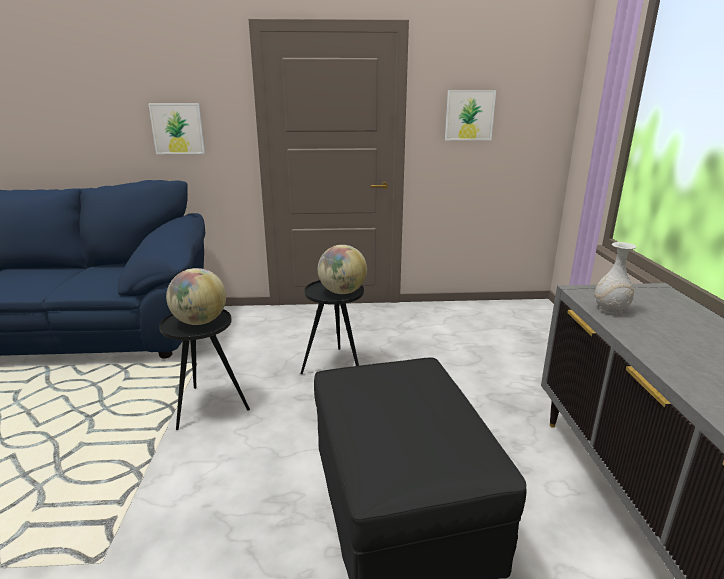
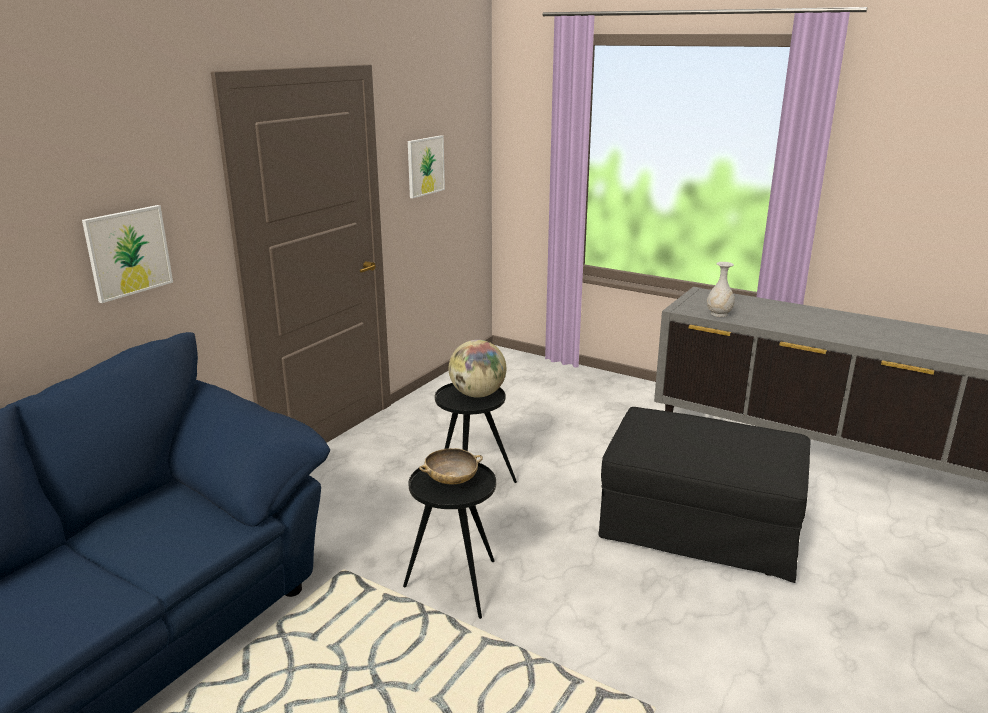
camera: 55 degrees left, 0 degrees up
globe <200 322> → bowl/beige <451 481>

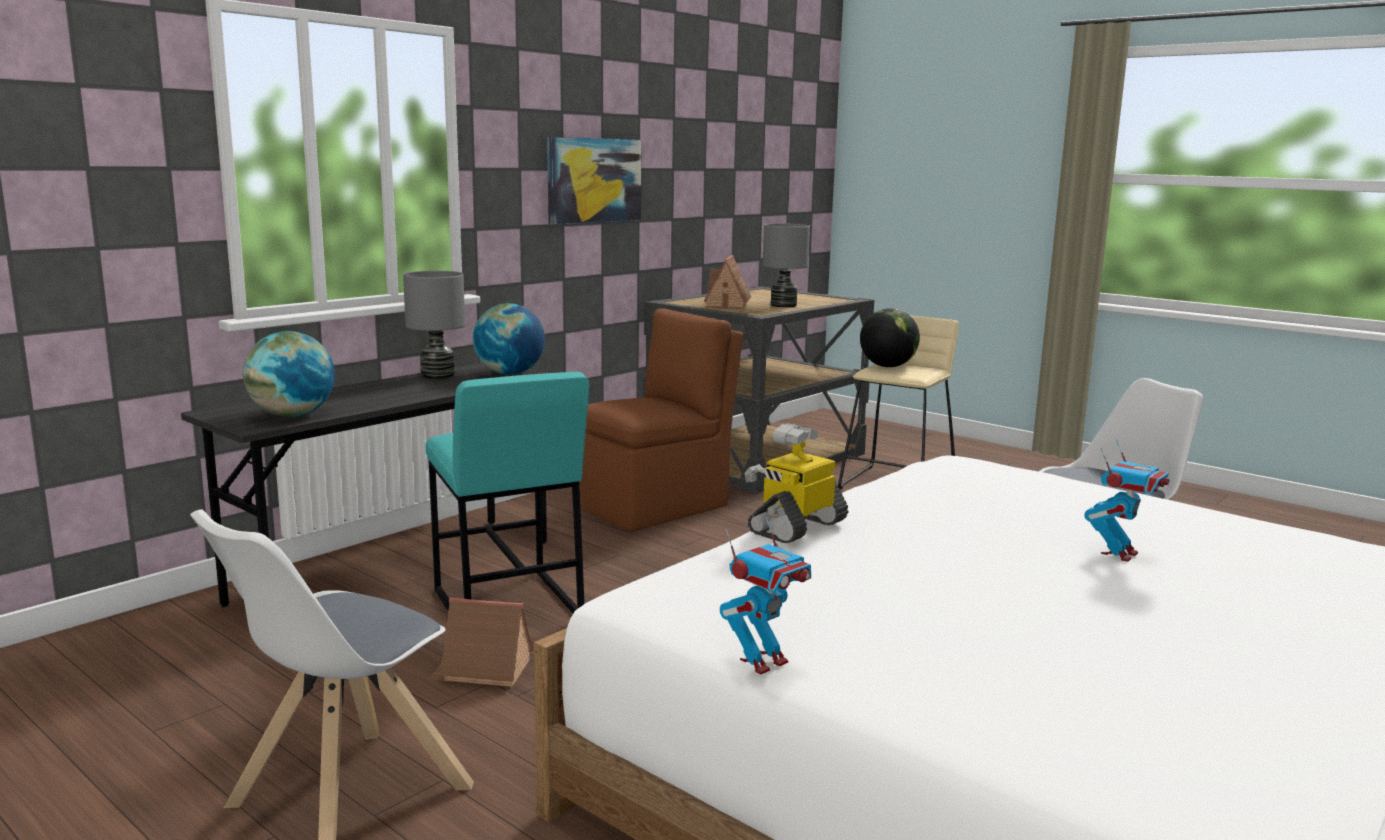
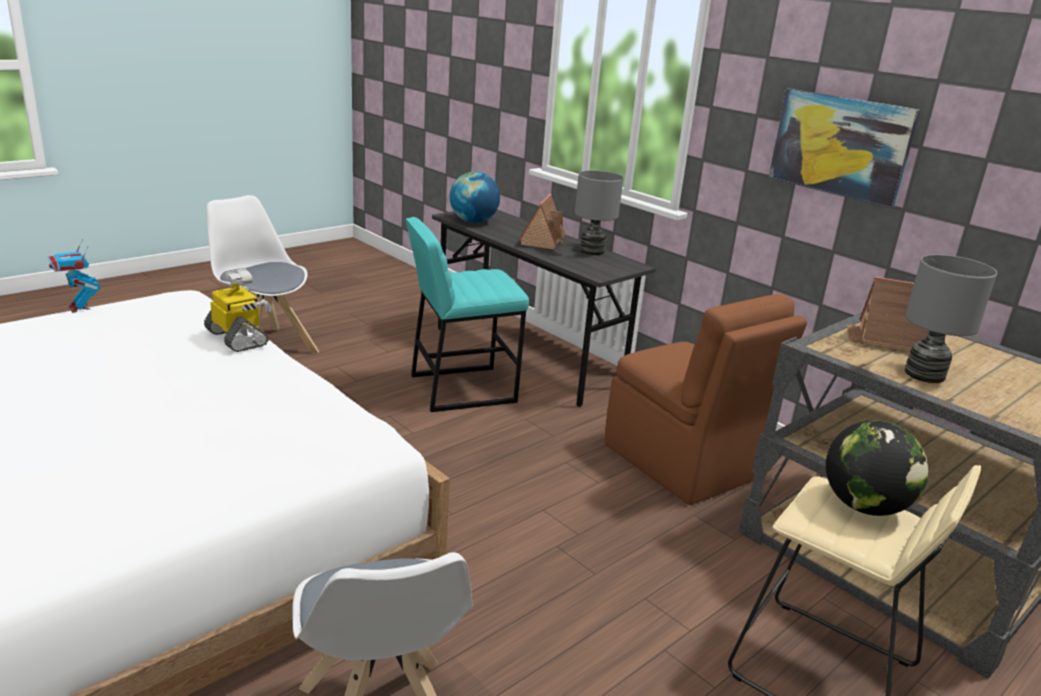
camera: 95 degrees right, 10 degrees up
toy house <482 670> → toy house <542 241>, relocated
globe <510 374> → -
toy robot <1119 554> → -

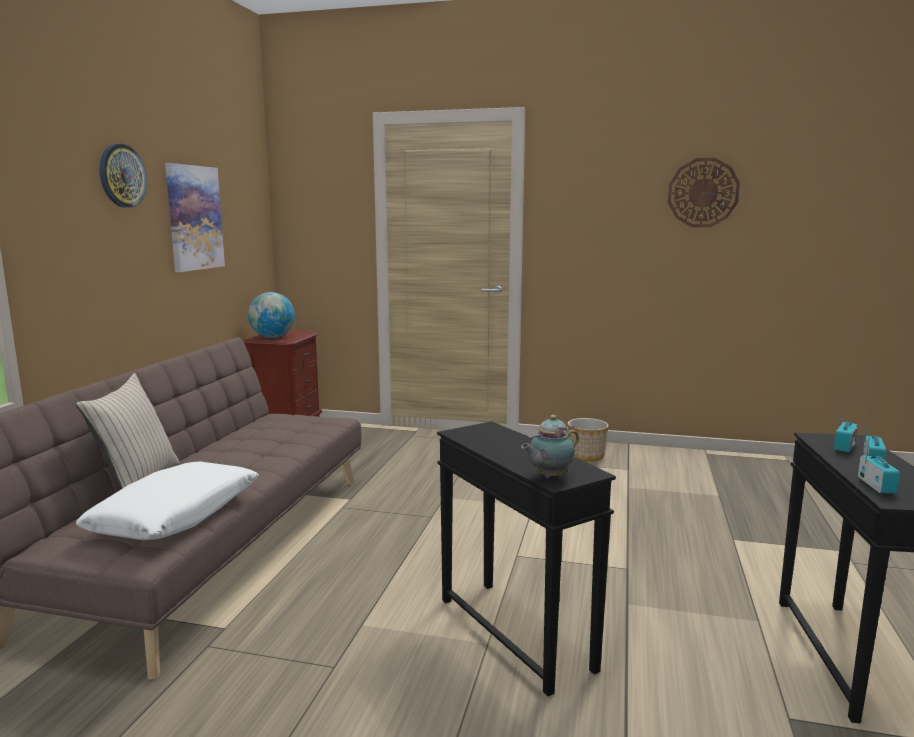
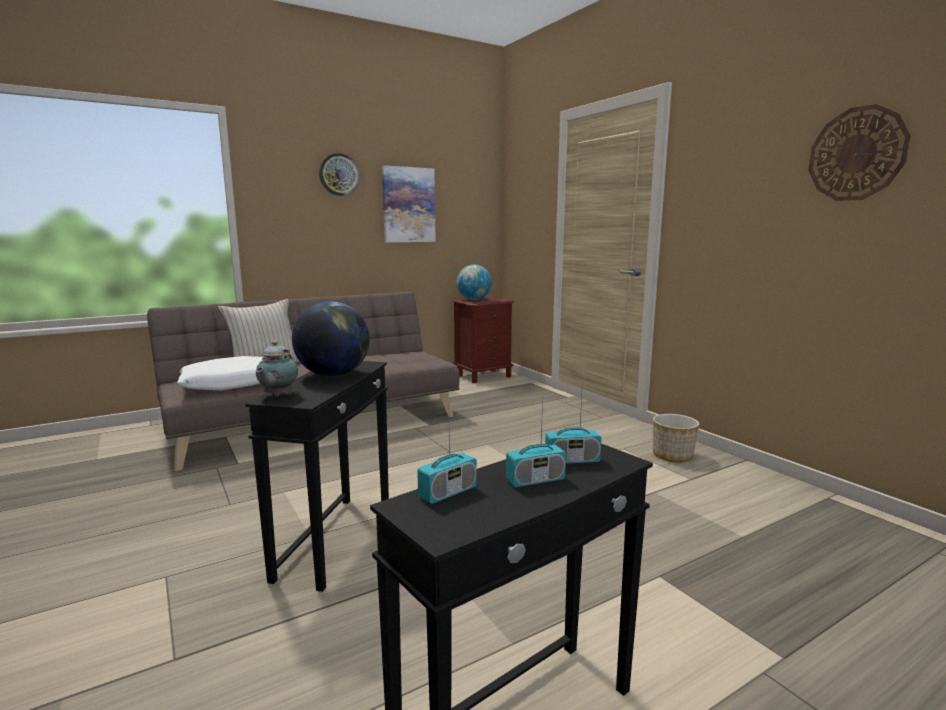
camera: 45 degrees right, 0 degrees up
teapot <549 477> → teapot <277 396>, 90 degrees counterclockwise
- → globe <333 375>

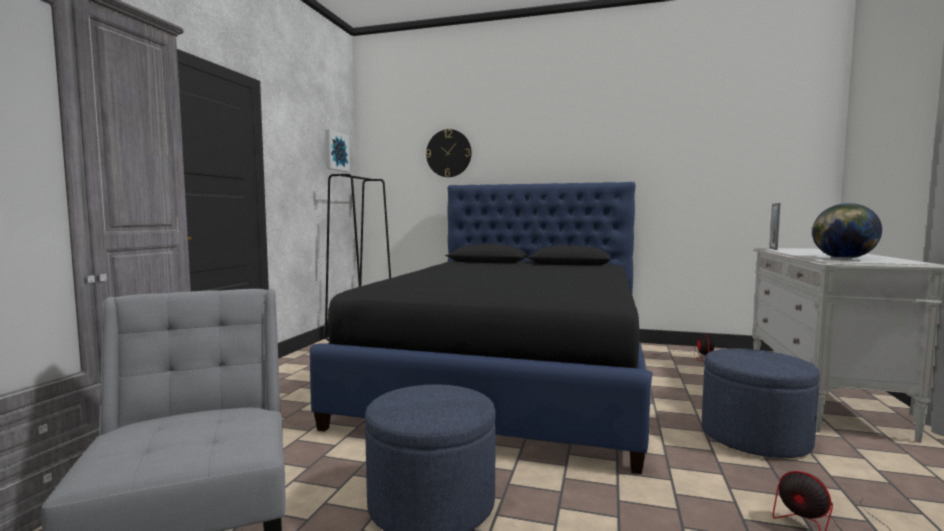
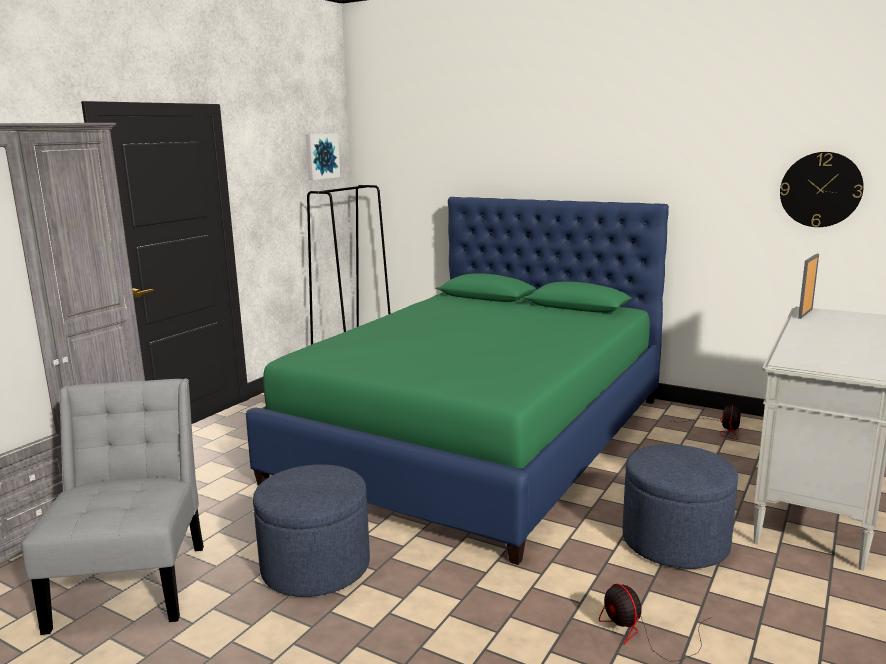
camera: 15 degrees right, 10 degrees up
bed/black <511 375> → bed/green <479 438>
wall clock <448 153> → wall clock <820 189>, relocated
globe <843 258> → -

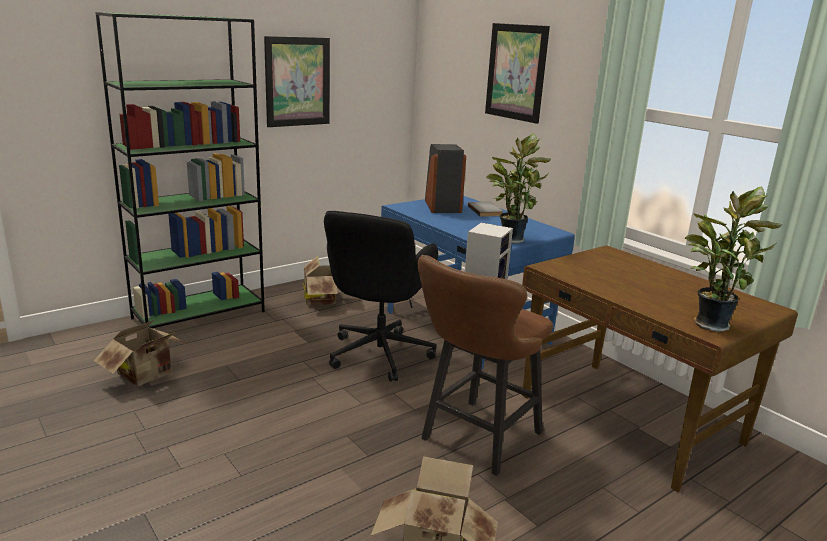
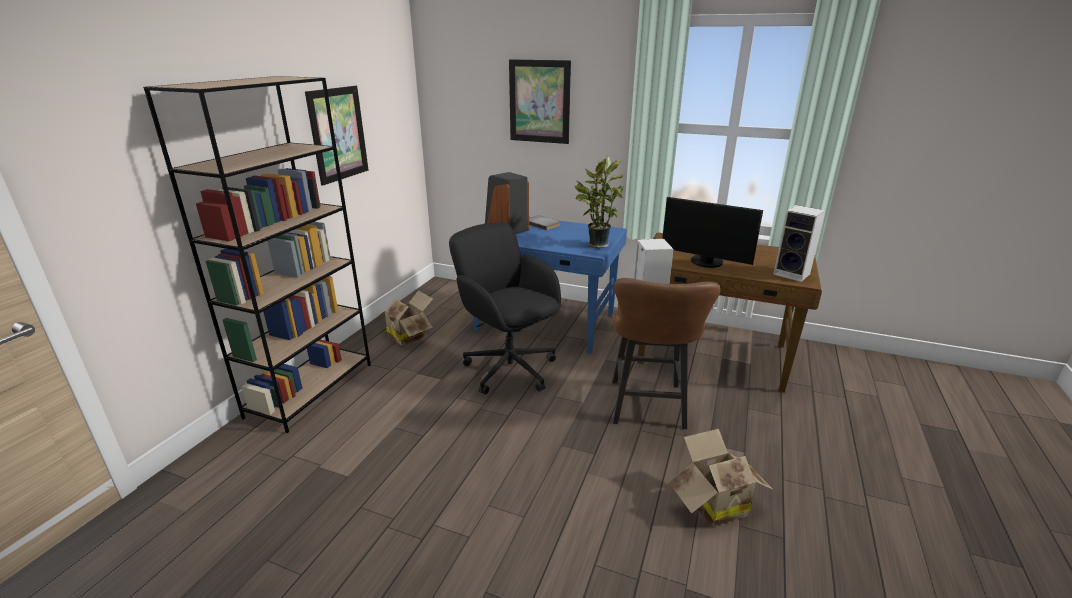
camera: 30 degrees left, 5 degrees up
bookcase/green <199 314> → bookcase/beige <311 389>
office chair/black <379 355> → office chair/black <509 369>, 150 degrees clockwise
- → monitor <706 263>
potted plant <709 323> → speaker <793 274>
cardboard box <148 375> → -

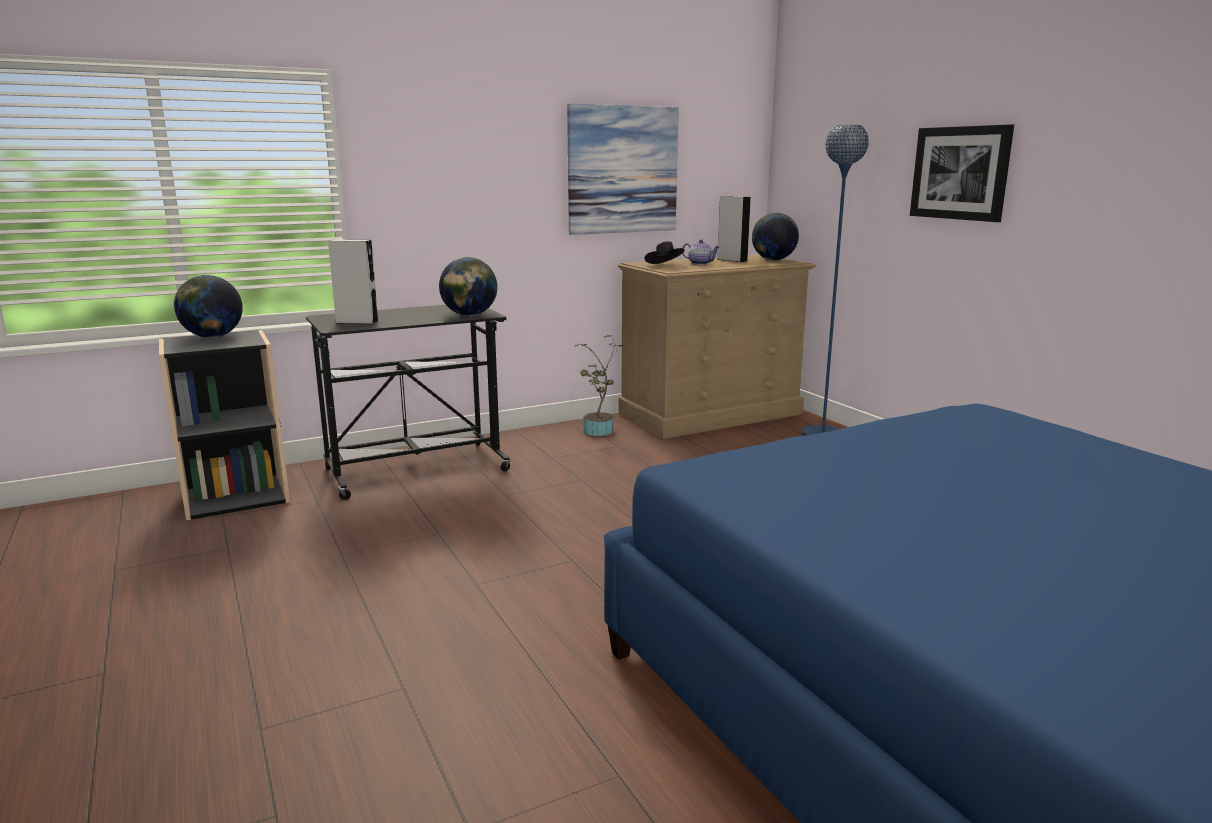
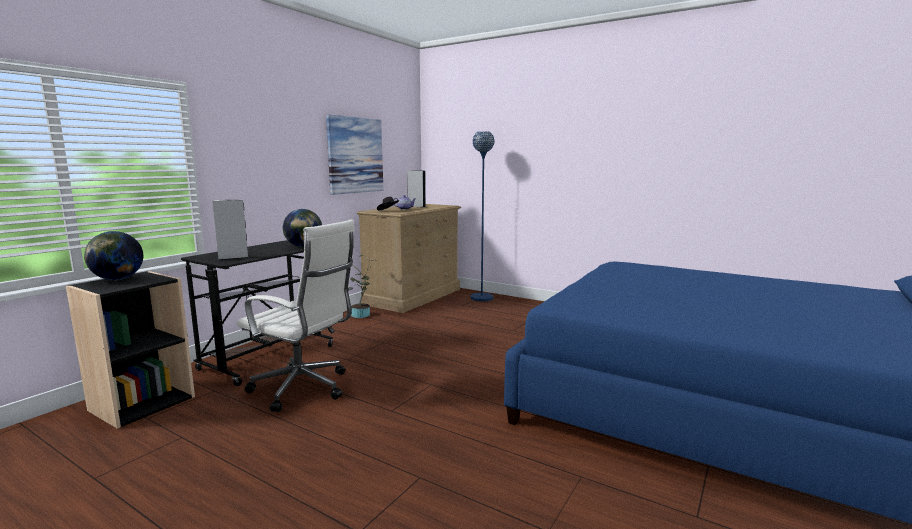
camera: 30 degrees left, 5 degrees down
- → office chair/white <304 389>
globe <773 260> → -
picture <960 173> → -

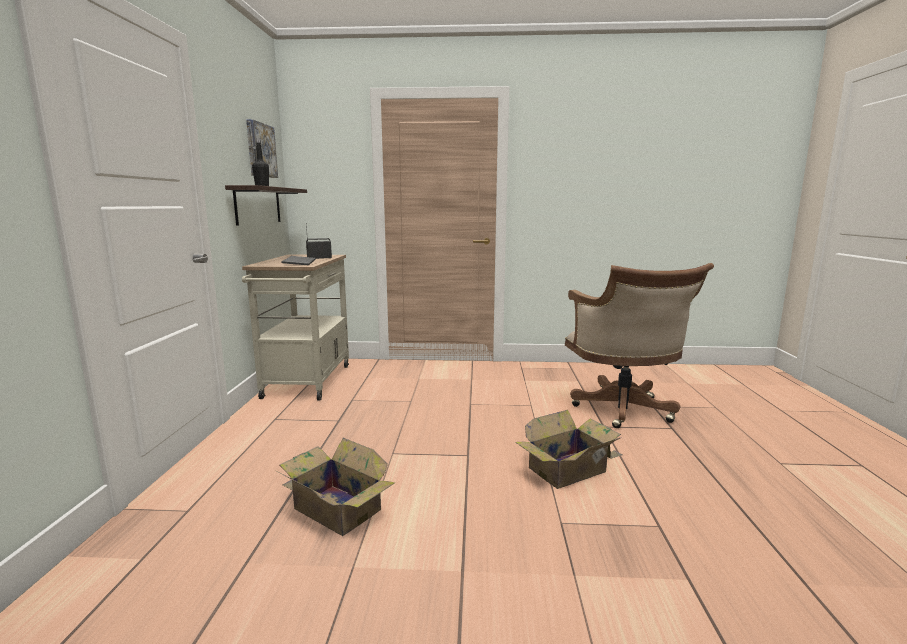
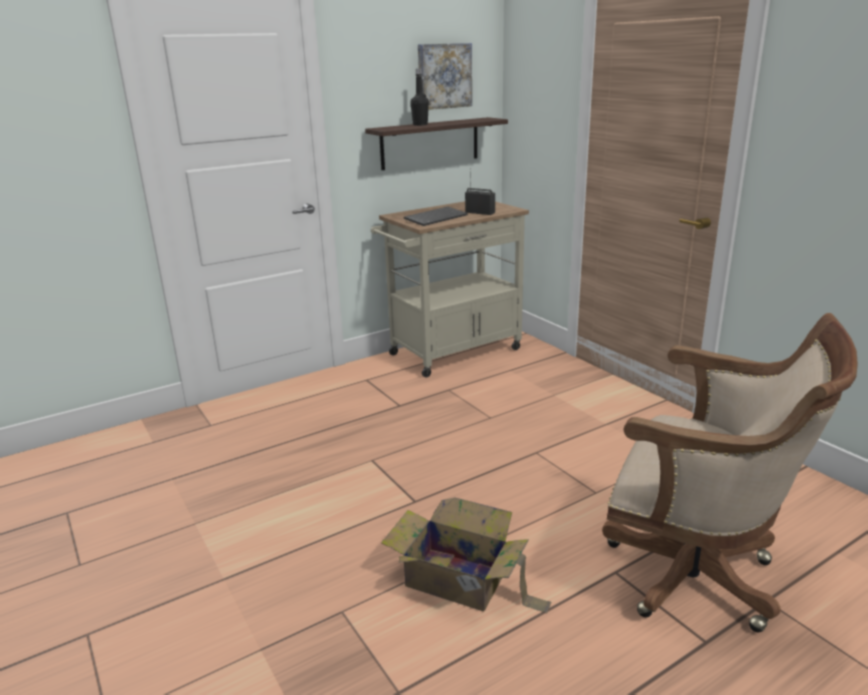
camera: 55 degrees right, 10 degrees up
office chair <625 411> → office chair <698 577>, 105 degrees counterclockwise
cardboard box <335 508> → -

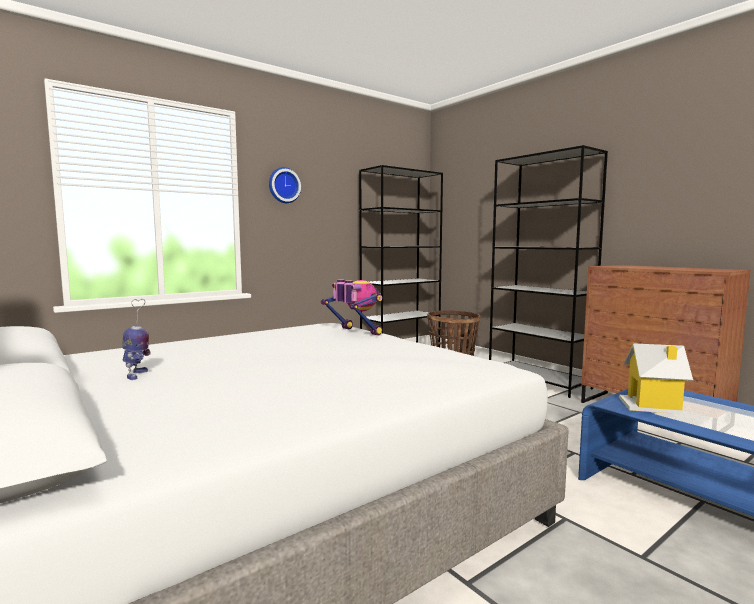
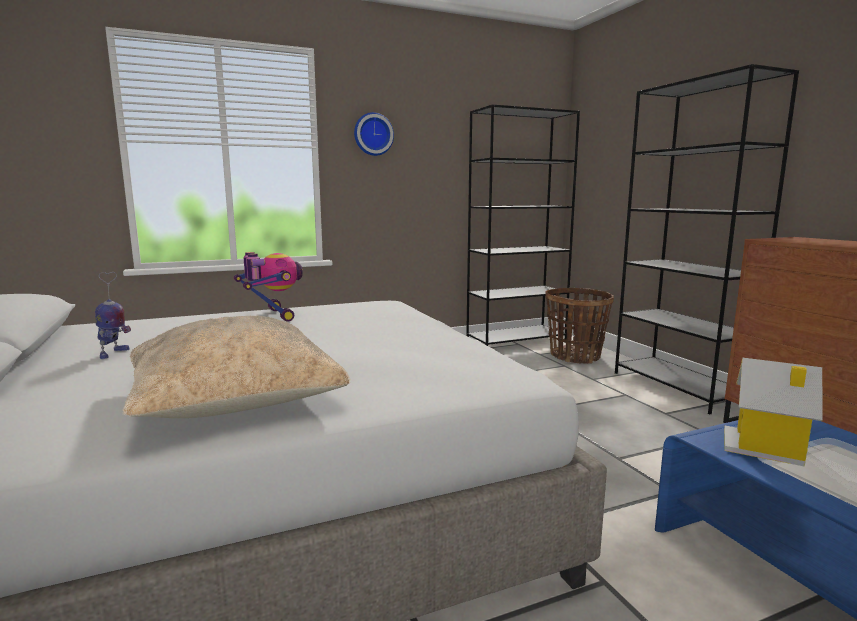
camera: 15 degrees right, 5 degrees up
- → pillow/beige <235 394>
toy robot <355 332> → toy robot <271 316>, relocated

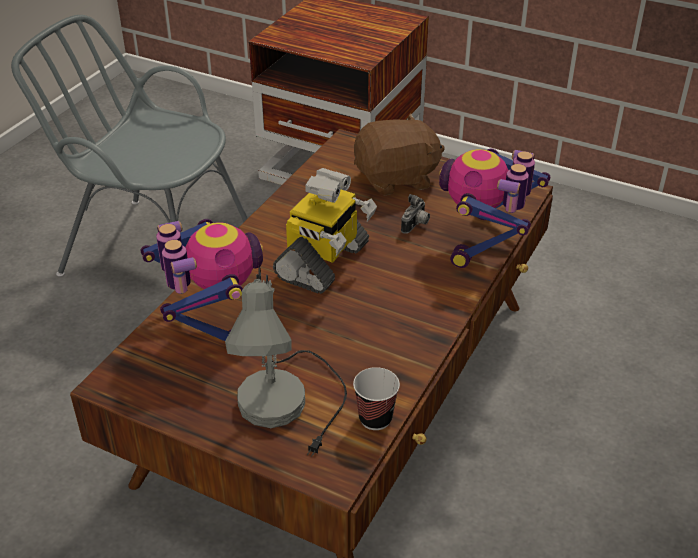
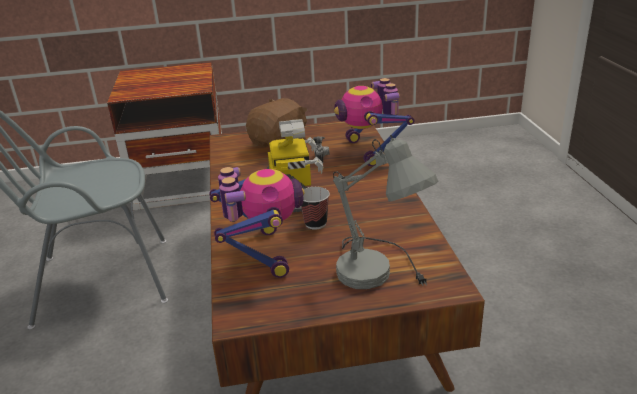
camera: 35 degrees left, 10 degrees down
toy robot <210 321> → toy robot <261 253>, 45 degrees clockwise
cup <375 418> → cup <315 223>, relocated

